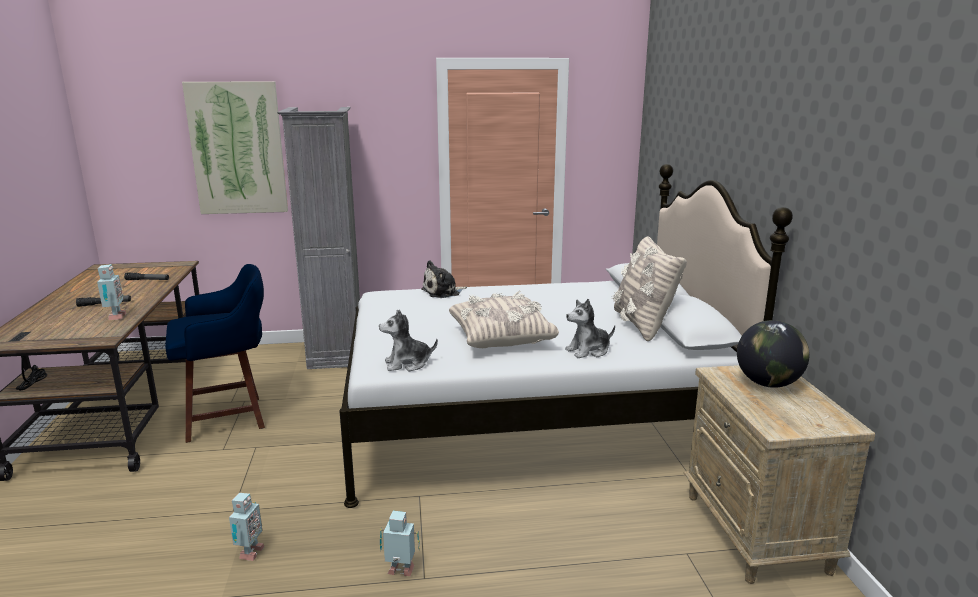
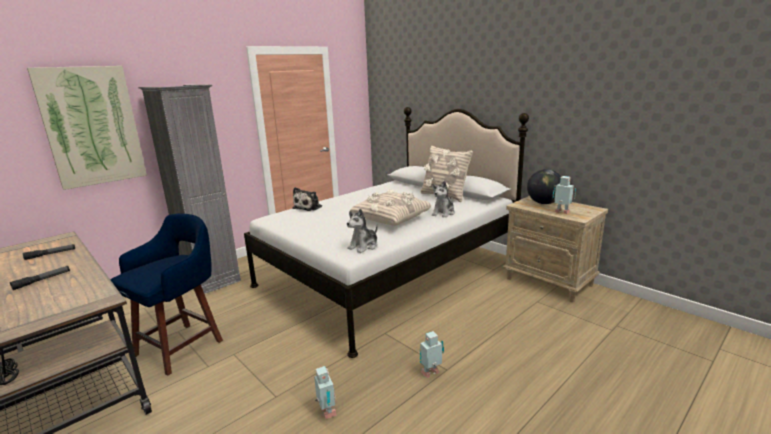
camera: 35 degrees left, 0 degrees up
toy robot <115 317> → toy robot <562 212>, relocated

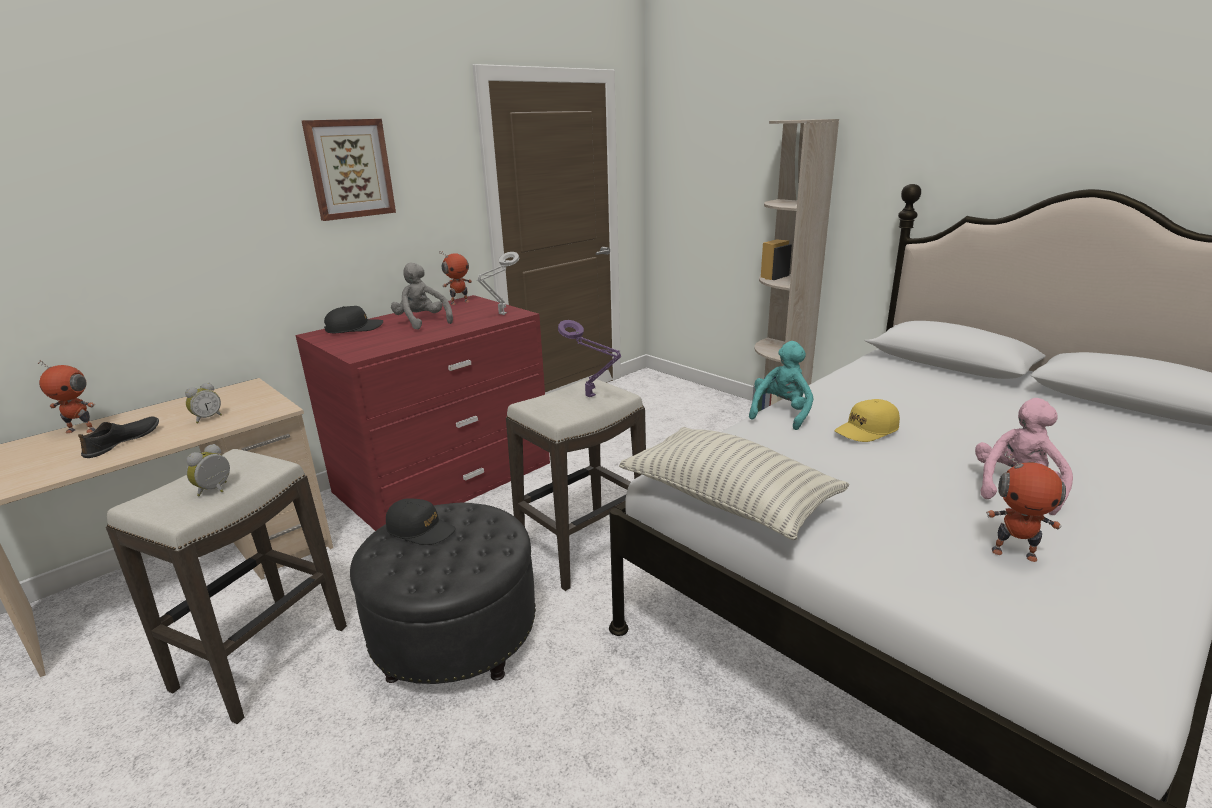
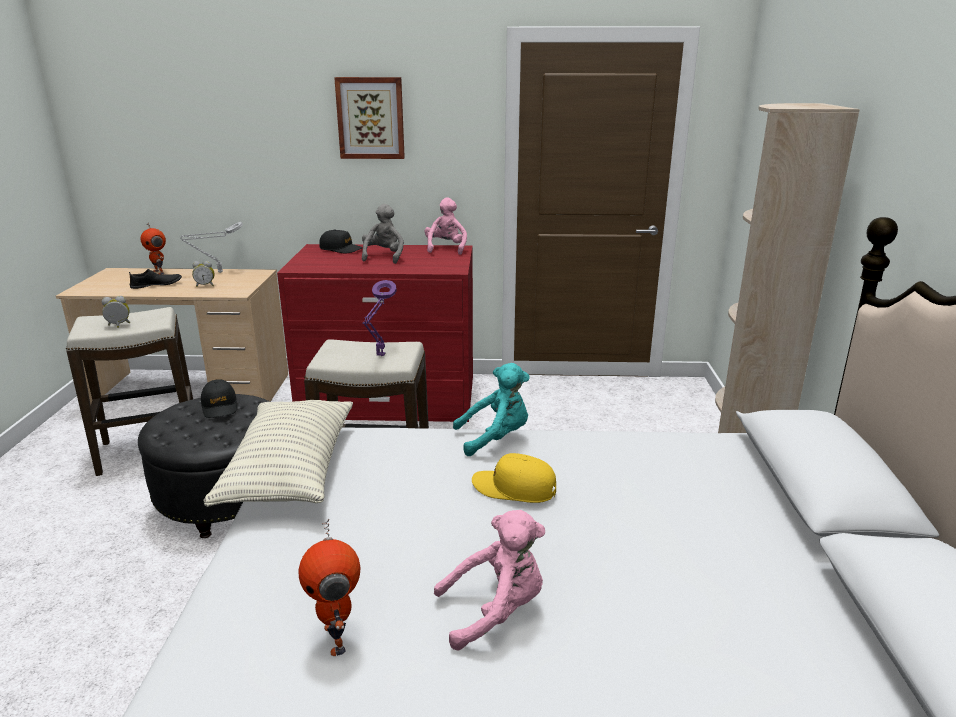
camera: 45 degrees right, 0 degrees up
table lamp/grey <501 315> → table lamp/grey <218 272>, relocated
toy robot <459 302> → plush toy/pink <446 248>

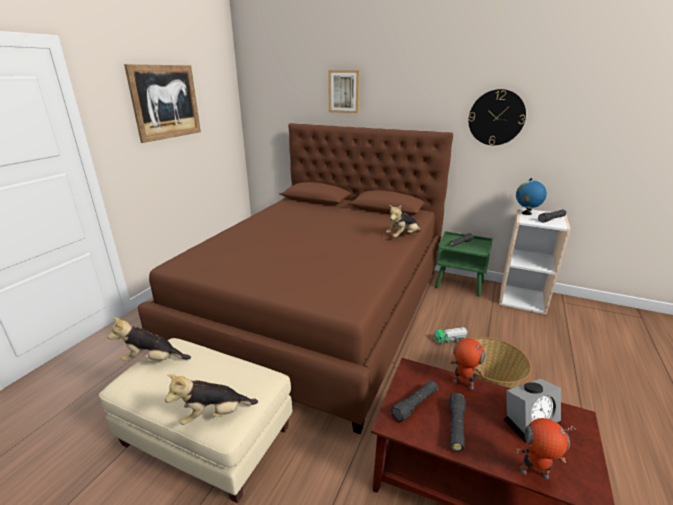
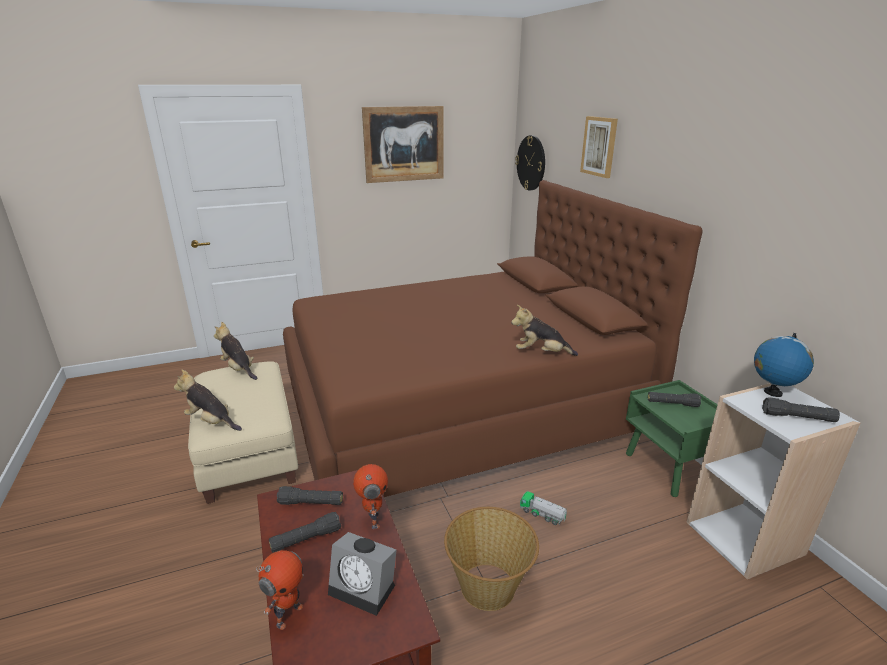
camera: 45 degrees right, 0 degrees up
toy robot <534 474> → toy robot <288 614>, 60 degrees clockwise
wall clock <496 117> → wall clock <531 163>, relocated

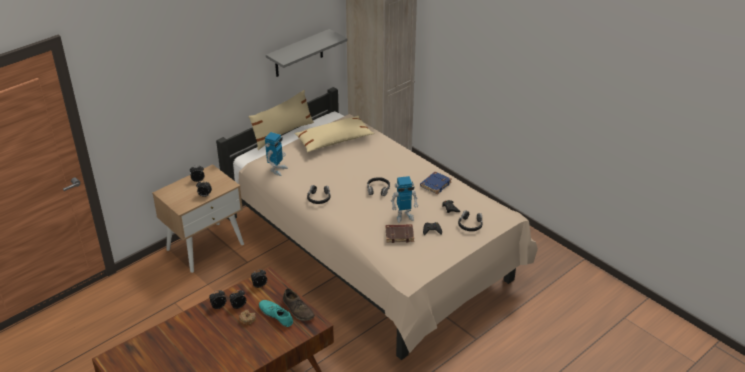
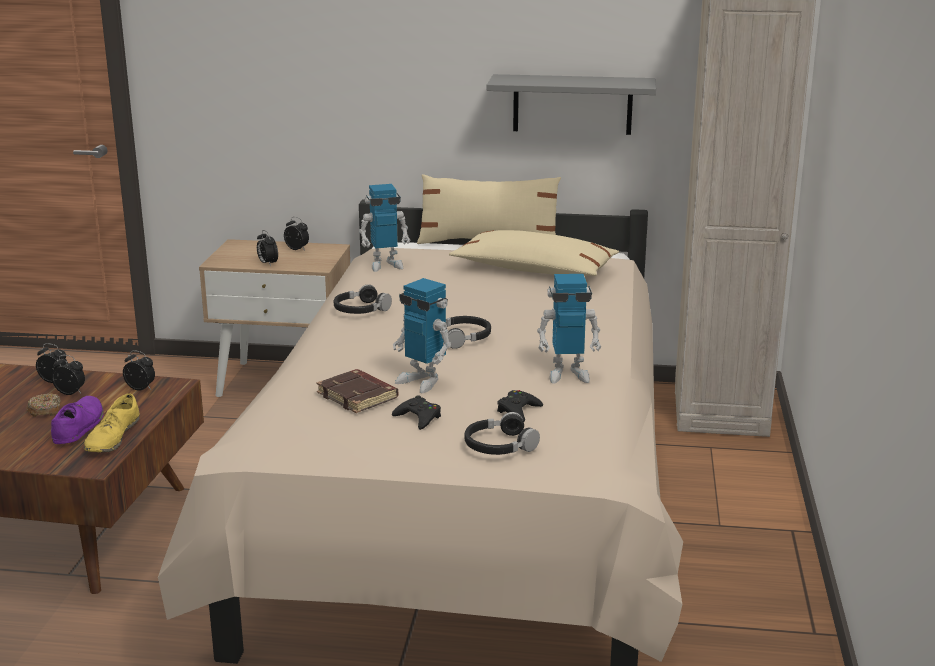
camera: 50 degrees right, 15 degrees down
shoe/turquoise <276 315> → shoe/purple <78 426>
shoe/brown <298 309> → shoe/yellow <113 437>
book/blue <435 184> → toy robot <567 374>

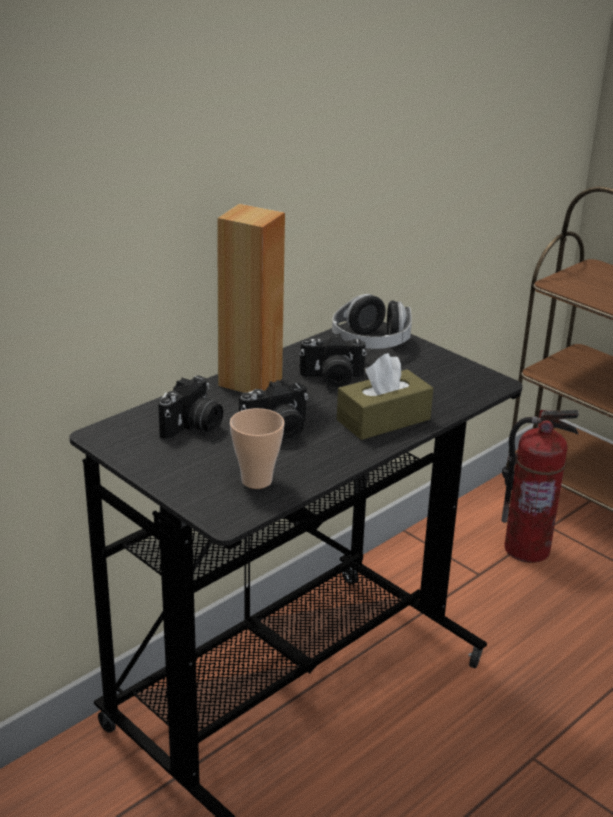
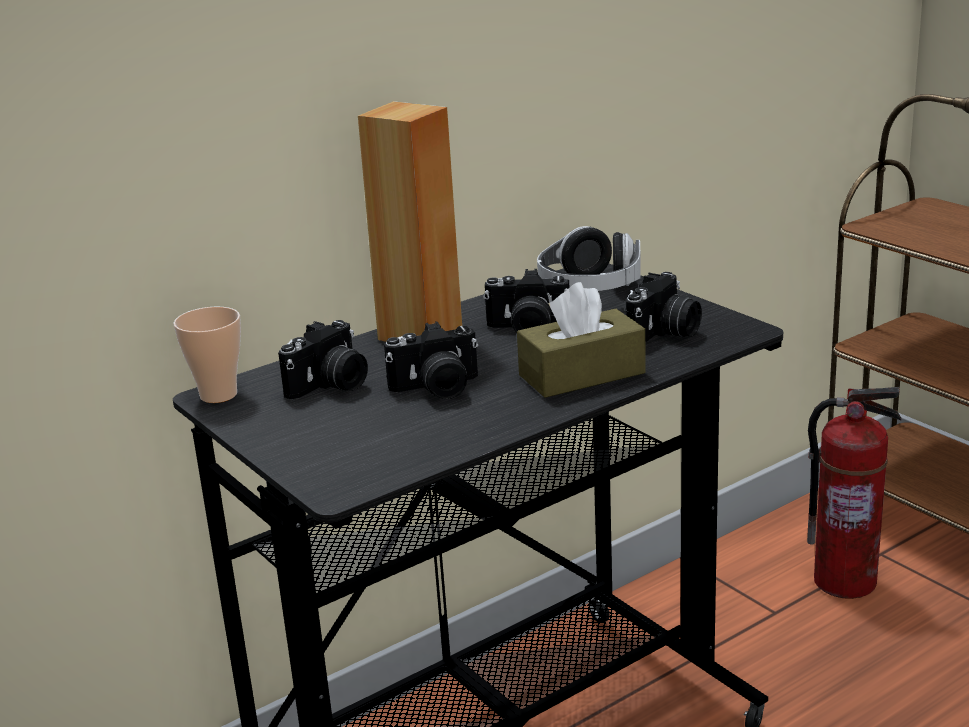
camera: 10 degrees right, 5 degrees down
cup <256 480> → cup <218 395>, relocated
- → photo camera <664 333>

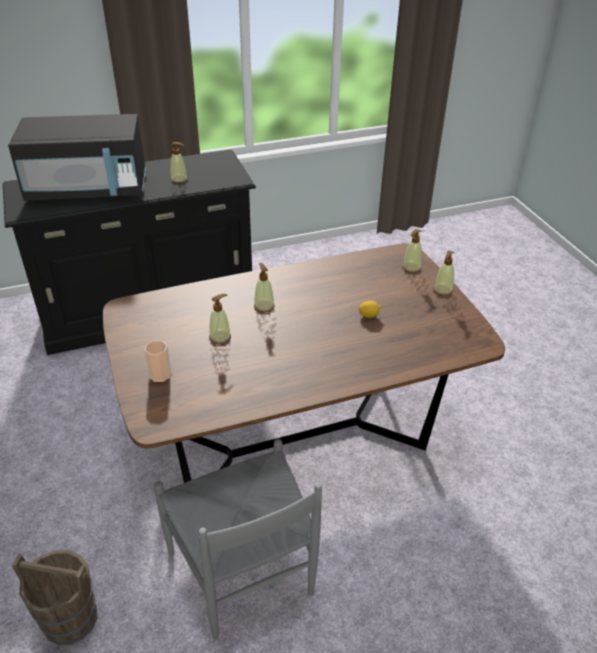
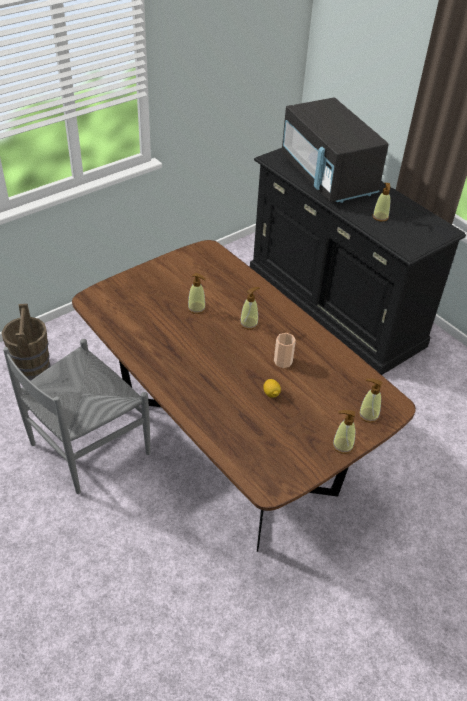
camera: 70 degrees right, 5 degrees up
cup <160 375> → cup <283 361>, relocated

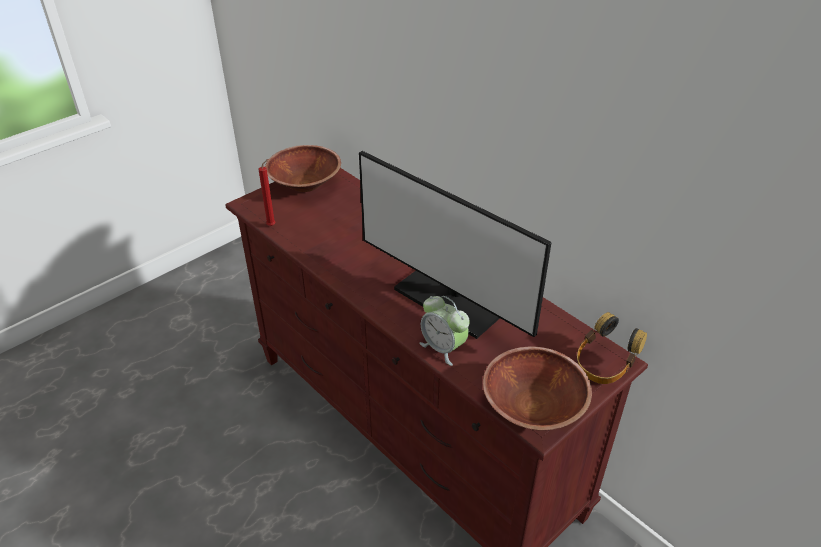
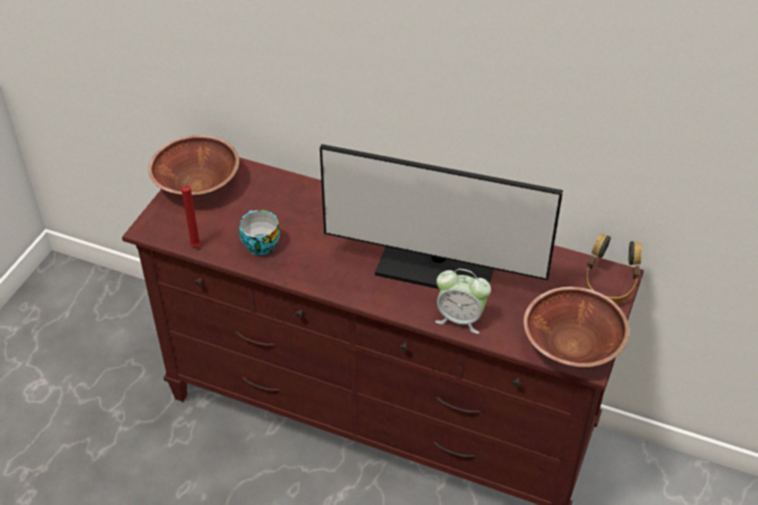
camera: 25 degrees left, 5 degrees up
- → cup <259 244>

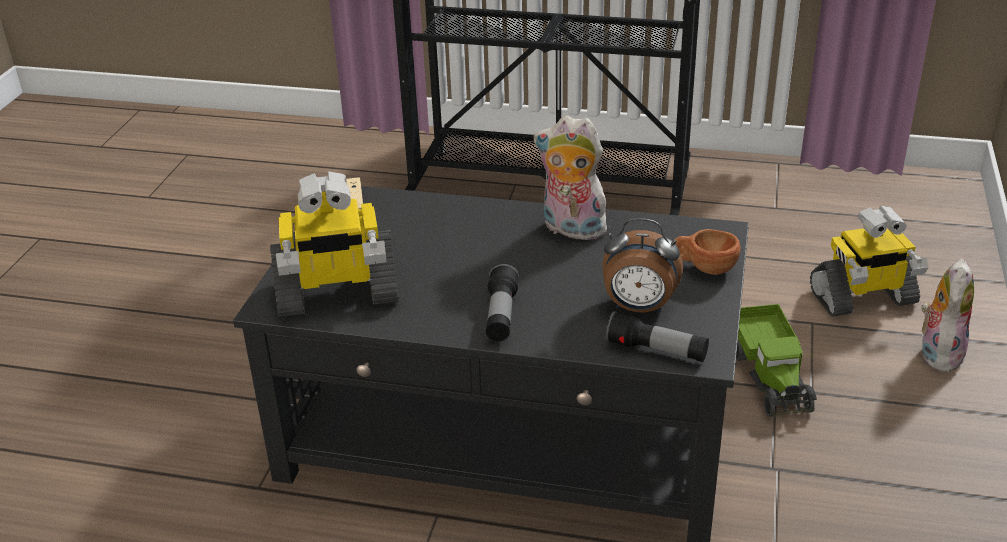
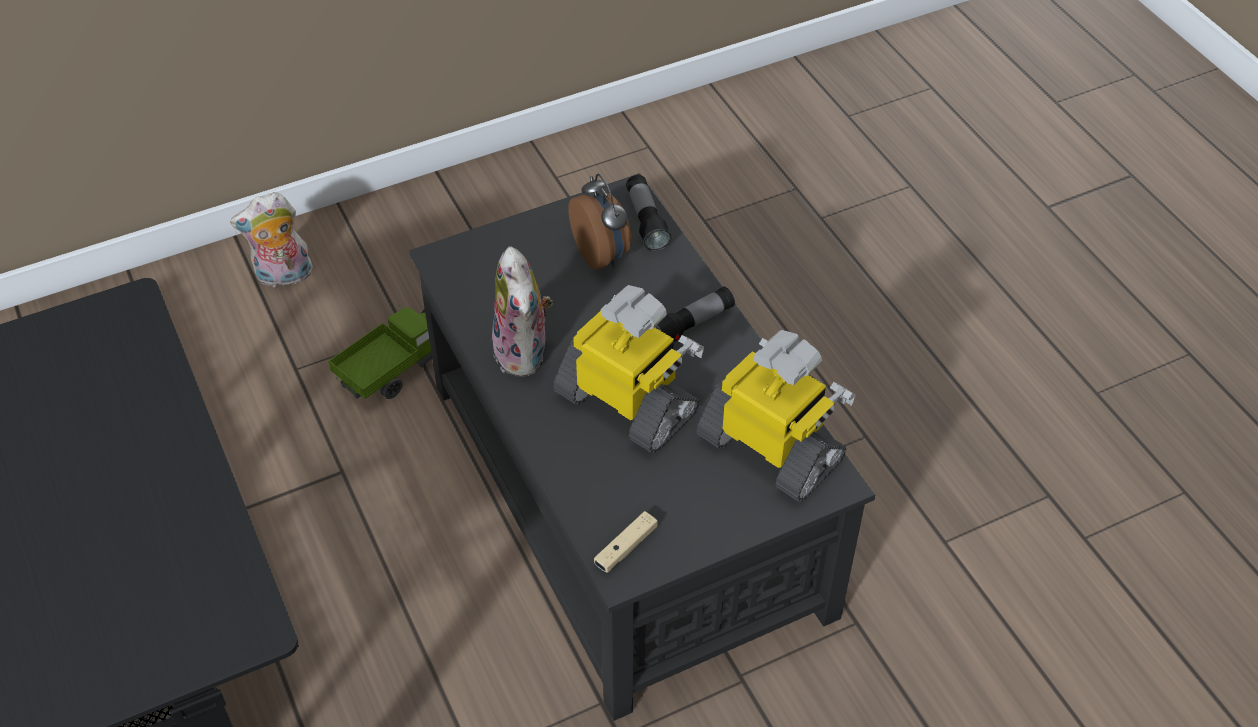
camera: 130 degrees left, 15 degrees up
toy robot <862 298> → toy robot <628 403>, relocated
cup/brown <704 267> → -

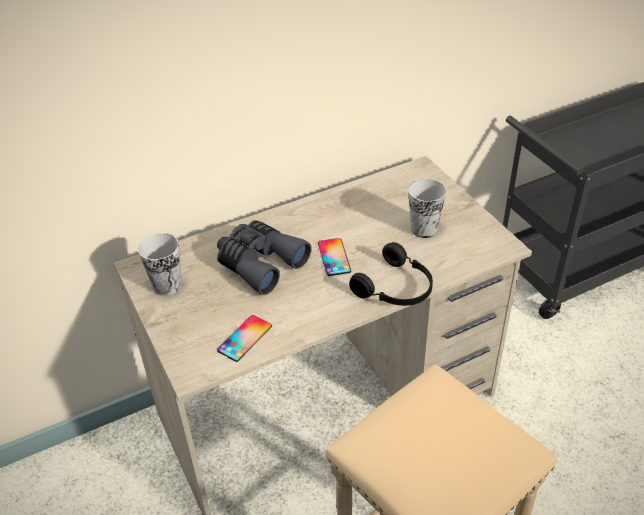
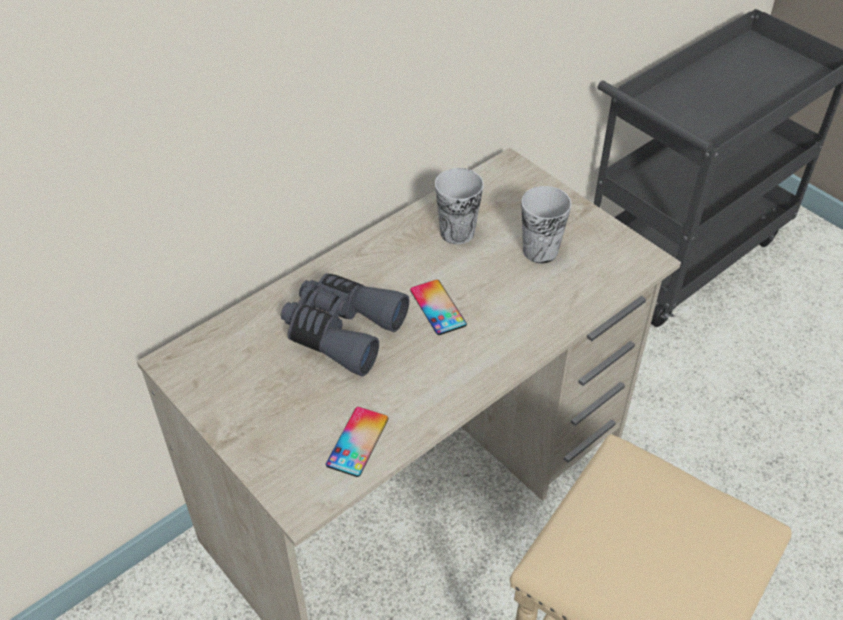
camera: 15 degrees left, 5 degrees up
cup <167 285> → cup <457 232>, relocated
headphones/black <396 288> → -

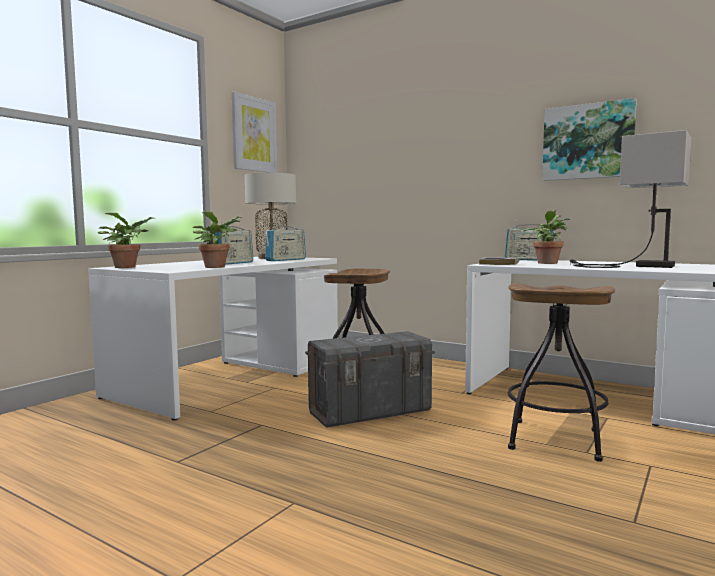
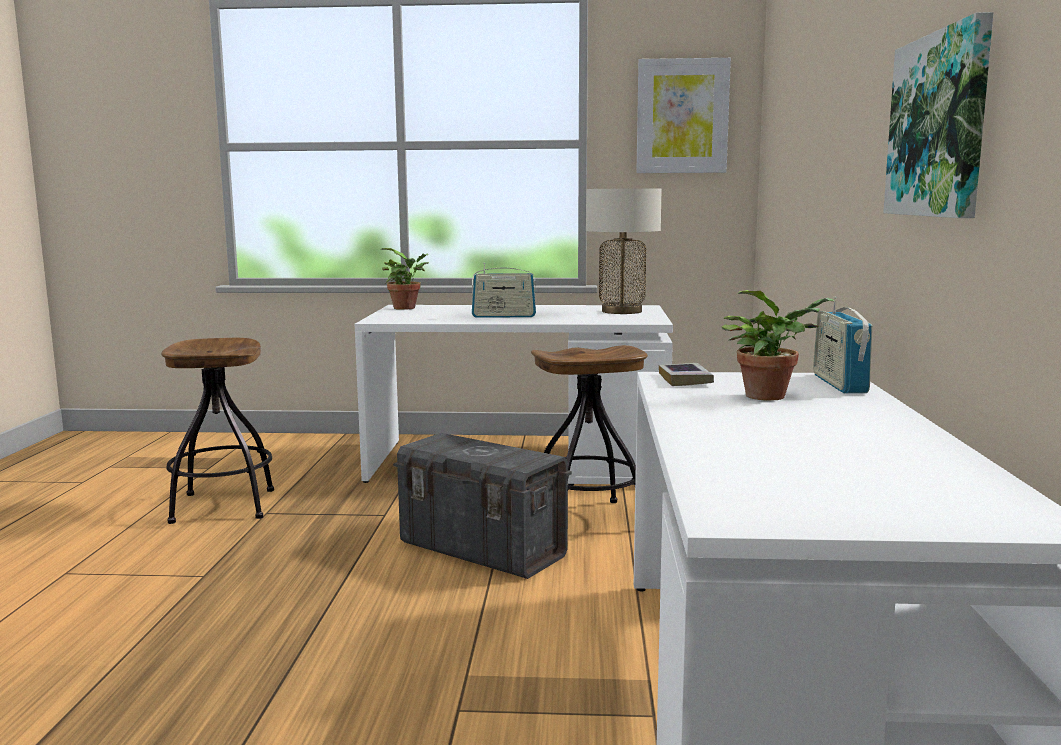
camera: 60 degrees right, 5 degrees up
stool/brown <554 439> → stool/brown <223 505>, relocated
potted plant <216 267> → -
radio <286 260> → -
table lamp <629 266> → -

